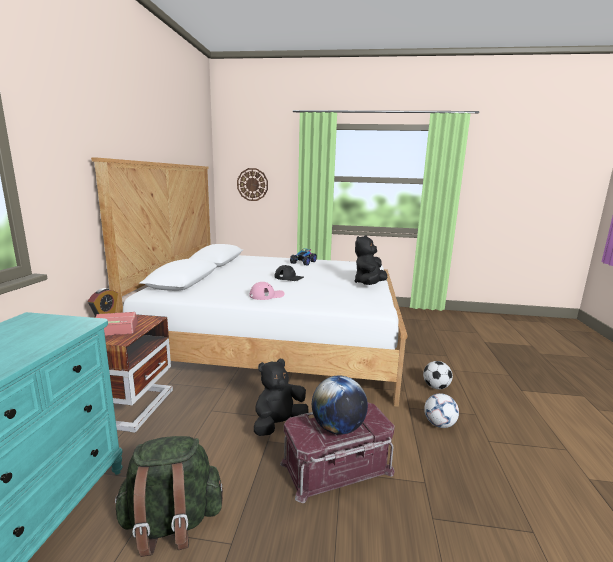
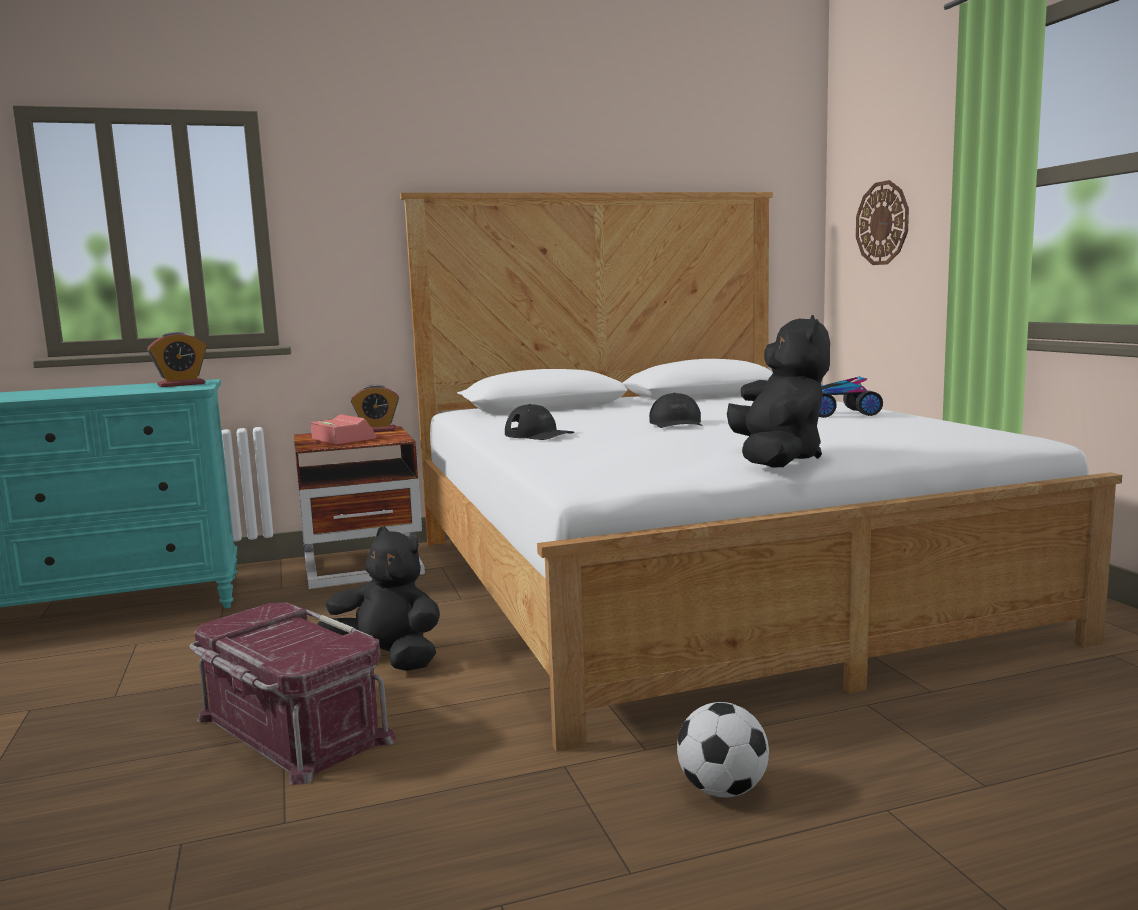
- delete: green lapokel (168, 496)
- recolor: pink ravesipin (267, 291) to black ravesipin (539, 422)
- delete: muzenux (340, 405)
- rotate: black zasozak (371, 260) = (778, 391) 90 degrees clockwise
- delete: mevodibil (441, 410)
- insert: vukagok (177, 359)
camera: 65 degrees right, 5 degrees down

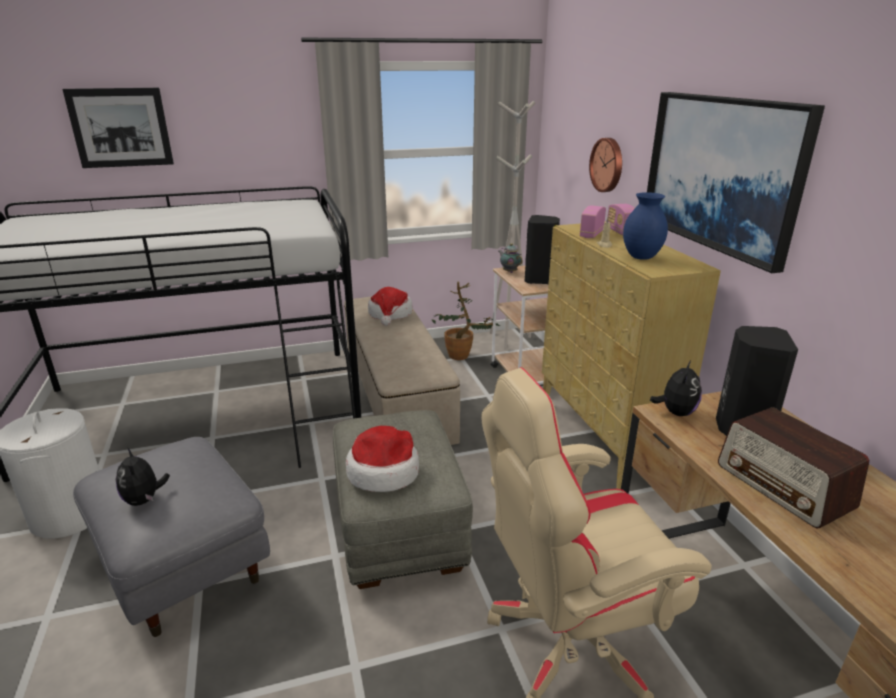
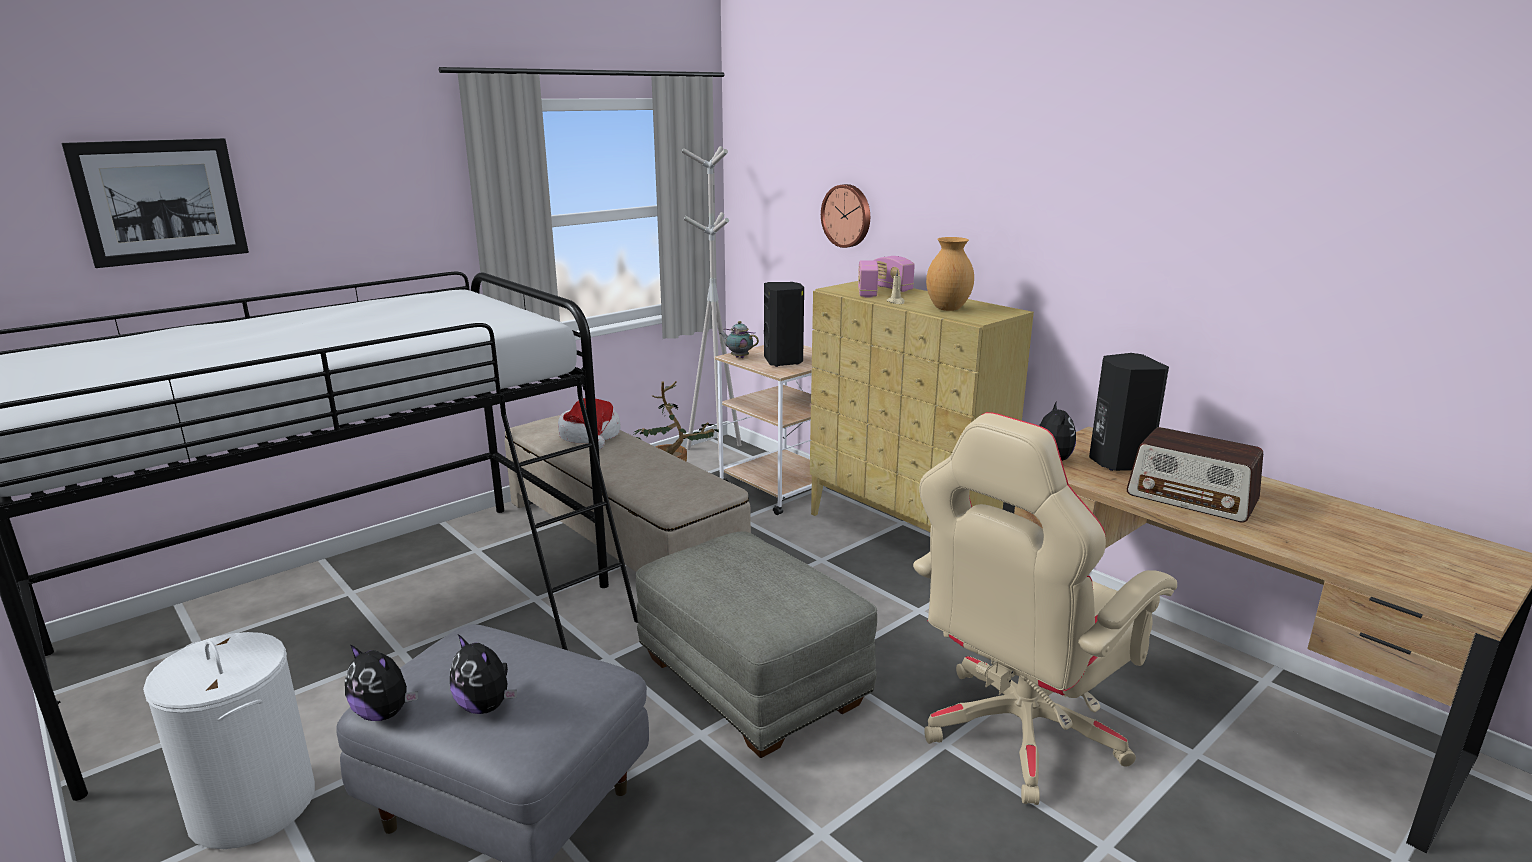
- delete: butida (382, 459)
- recolor: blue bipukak (645, 226) to brown bipukak (950, 274)
- delete: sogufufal (736, 182)
- insert: zasozak (381, 682)
camera: 25 degrees left, 5 degrees down

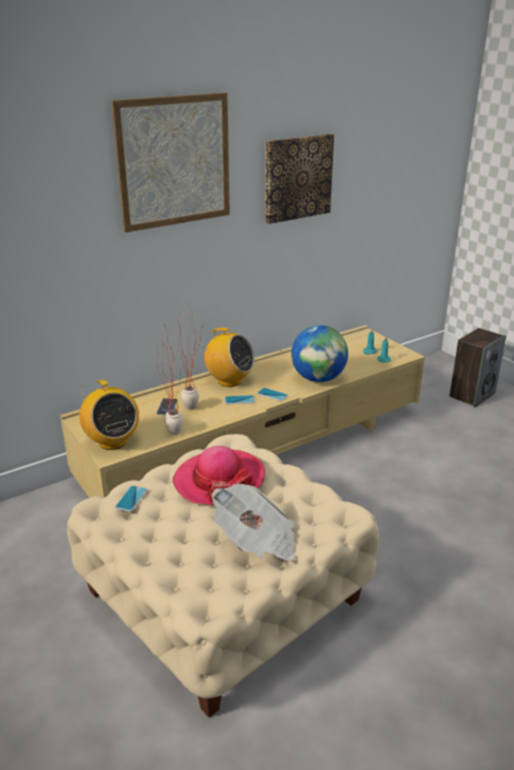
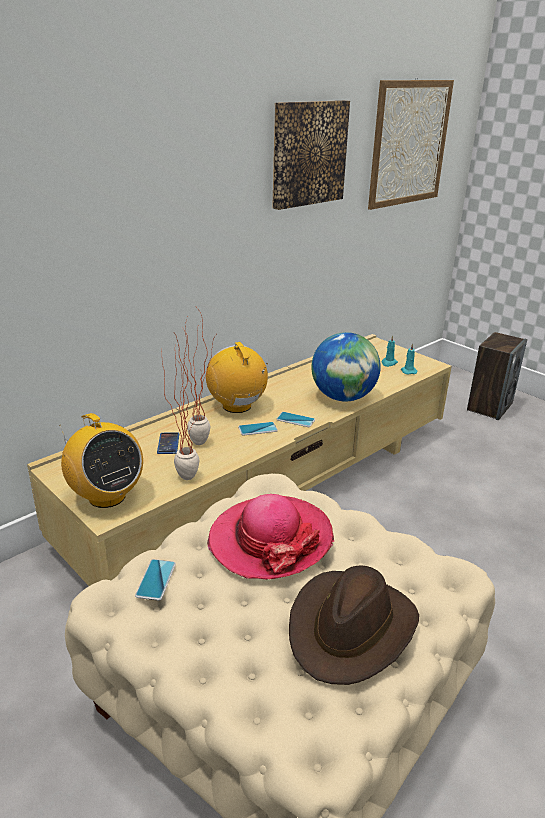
- move: sogufufal (170, 163) to (411, 143)
- rotate: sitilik (227, 357) = (237, 377) 135 degrees counterclockwise
- replace: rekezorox (253, 522) to brown butida (354, 625)
camera: 10 degrees left, 0 degrees up

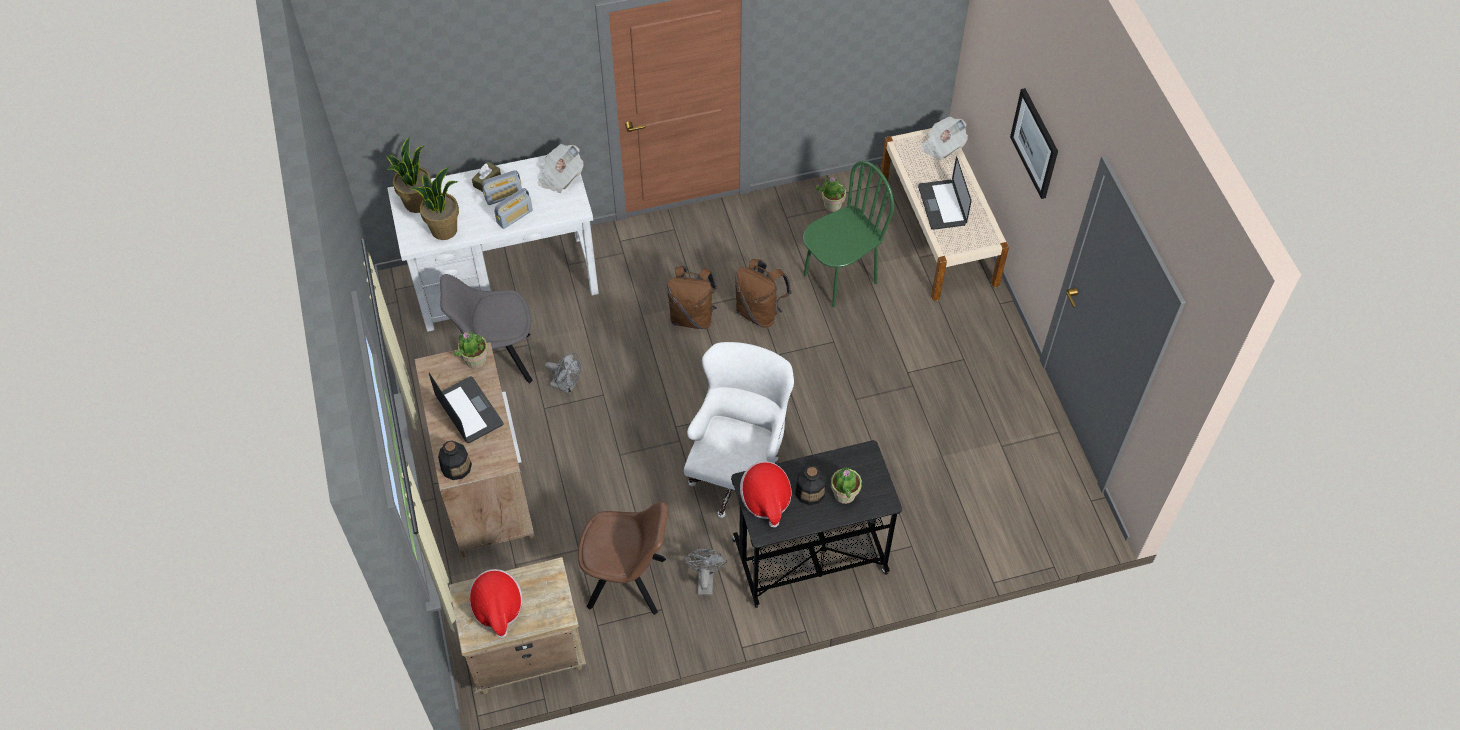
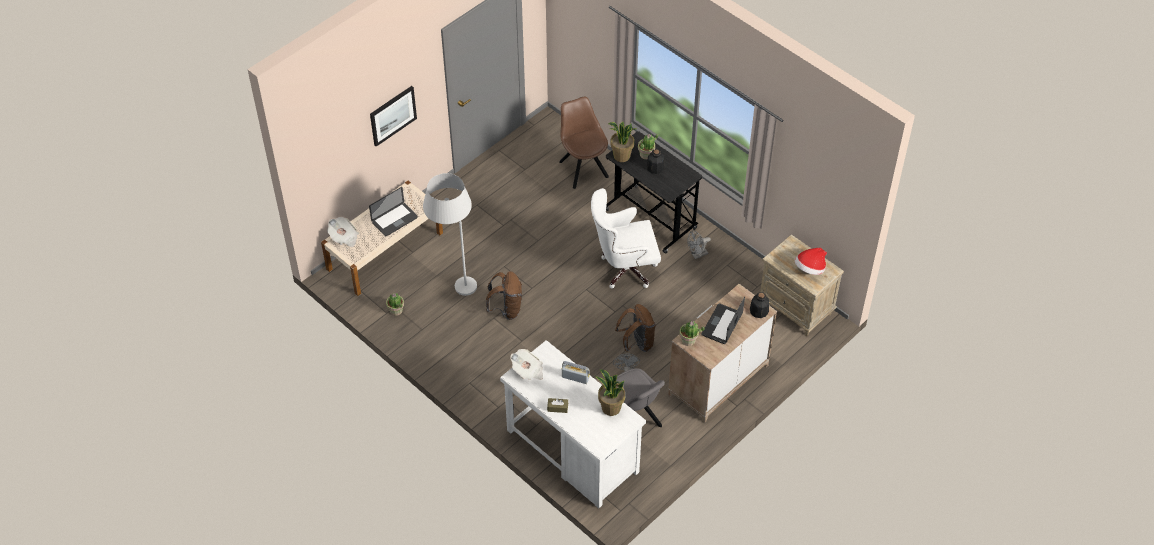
- move: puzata (409, 175) to (622, 142)
- delete: sitilik (502, 187)
- move: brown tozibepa (623, 558) to (584, 142)
- move: brown lapokel (692, 297) to (635, 328)
- delete: butida (765, 494)
- replace: green tozibepa (848, 234) to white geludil (450, 234)
camera: 120 degrees left, 5 degrees down

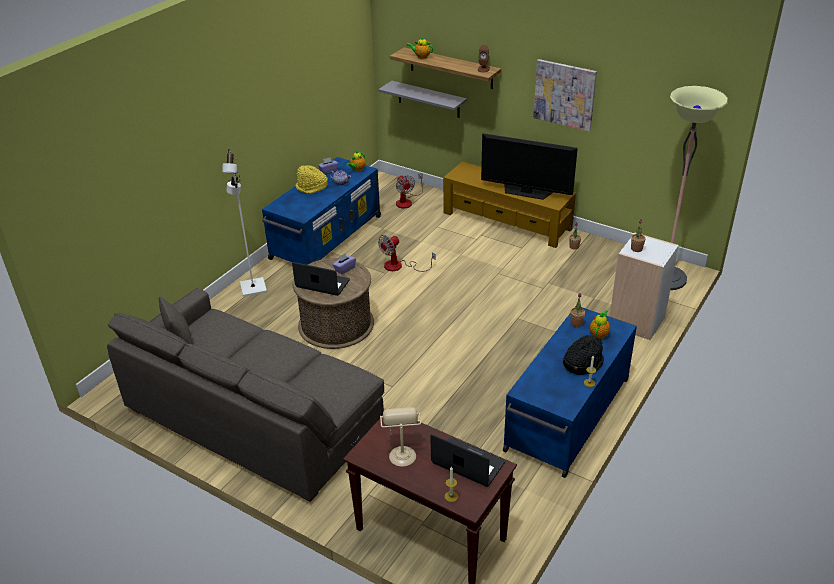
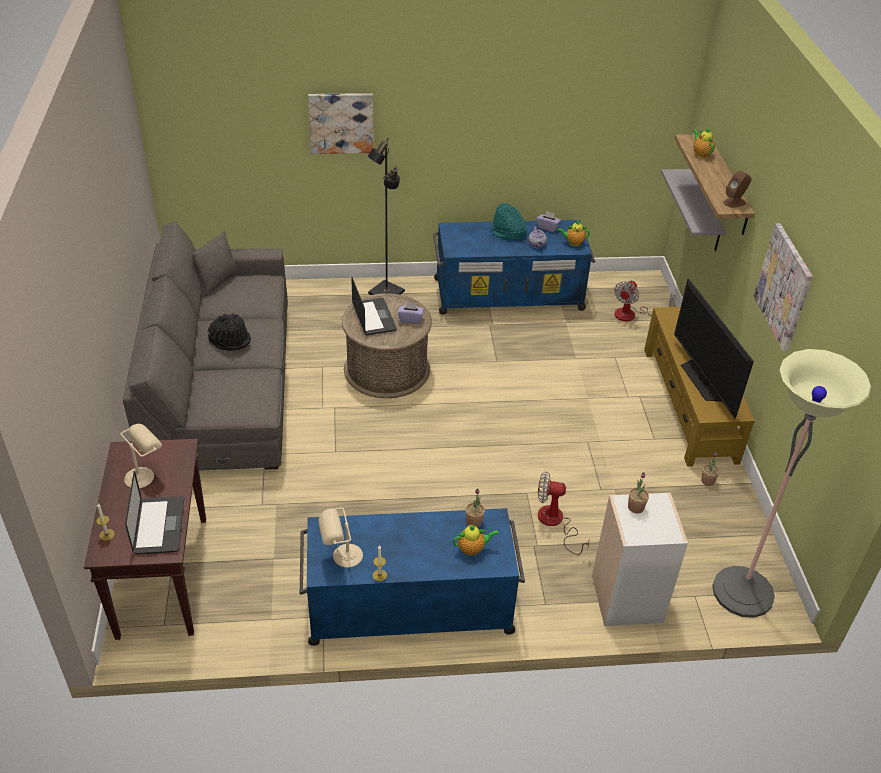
- recolor: white geludil (244, 223) to black geludil (386, 216)
- recolor: yellow butida (311, 179) to turquoise butida (508, 221)
- move: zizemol (406, 253) to (564, 513)
- move: black butida (583, 355) to (229, 332)
- insert: sogufufal (341, 123)
- insert: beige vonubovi (340, 537)
camera: 50 degrees right, 5 degrees up

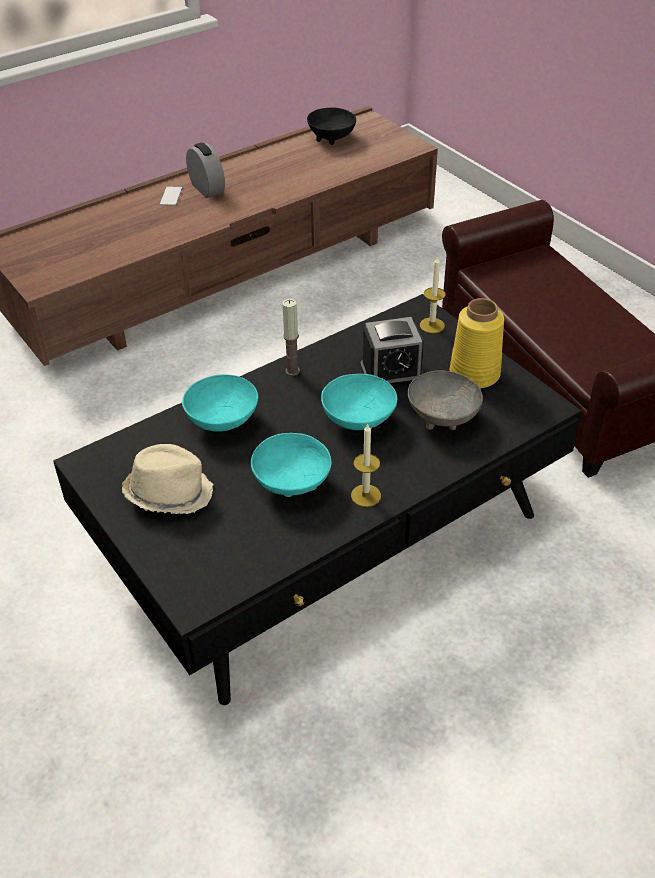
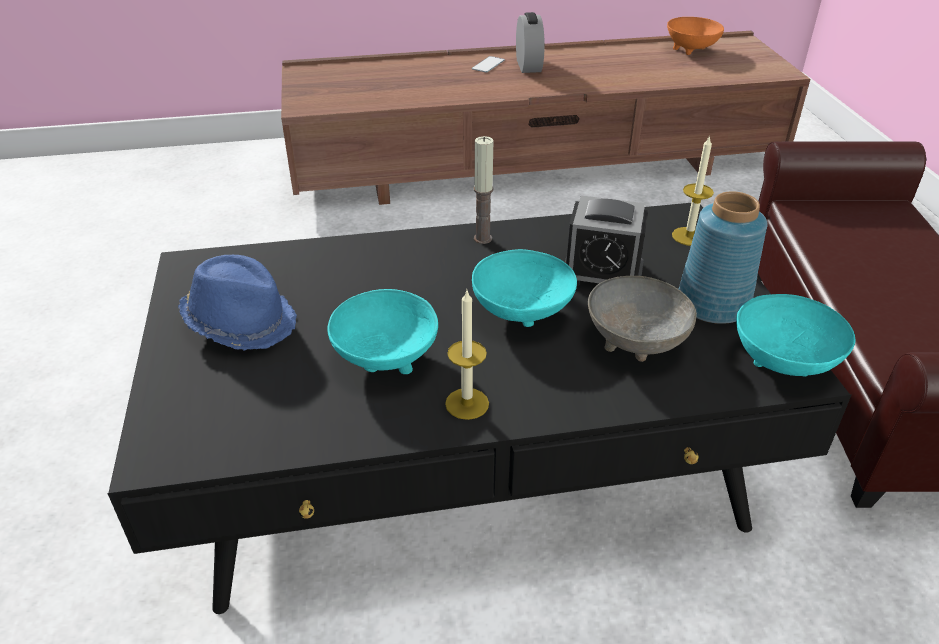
- recolor: beige butida (168, 479) to blue butida (237, 303)
- move: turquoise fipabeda (220, 403) to (795, 335)
- recolor: black fipabeda (331, 126) to orange fipabeda (695, 36)
- recolor: yellow bipukak (477, 343) to blue bipukak (723, 257)
camera: 25 degrees right, 5 degrees down

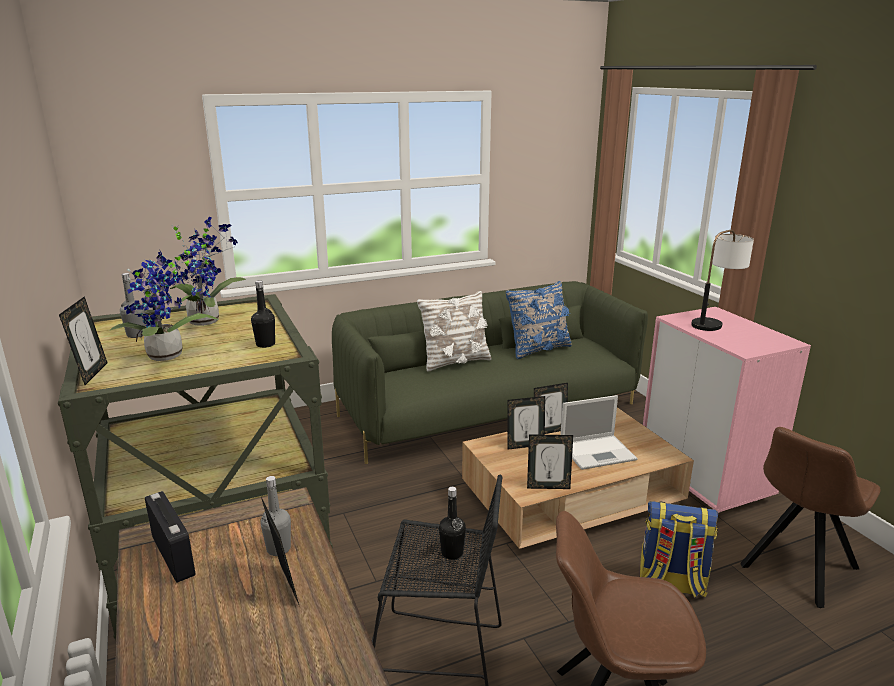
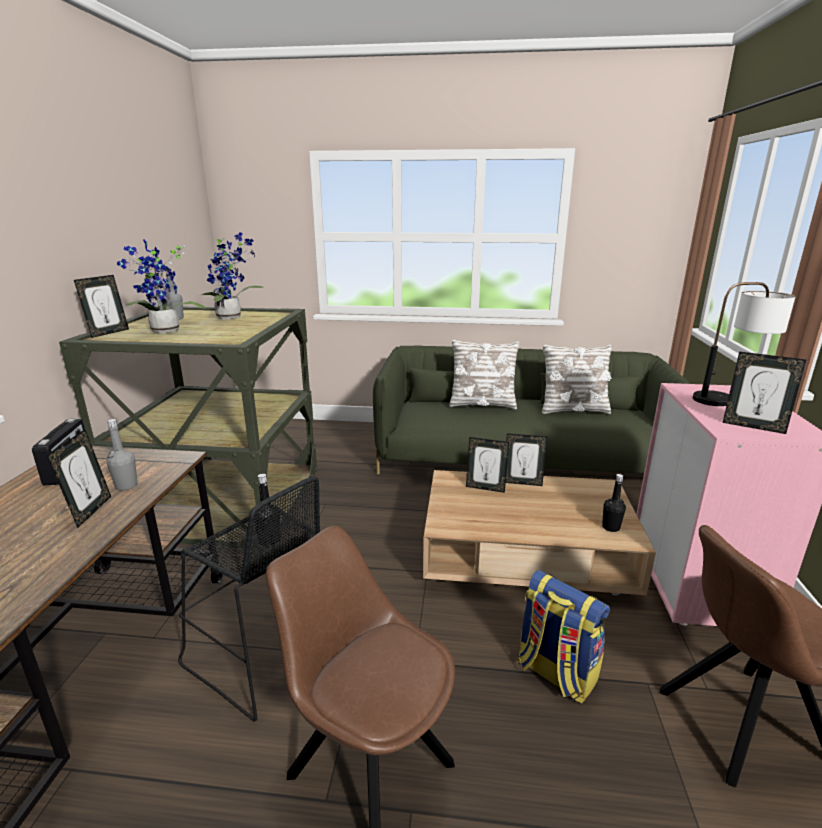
- move: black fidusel (263, 314) to (614, 503)
- recolor: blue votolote (539, 320) to white votolote (577, 379)
- move: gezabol (550, 461) to (764, 392)
- delete: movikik (599, 432)
camera: 30 degrees right, 0 degrees up

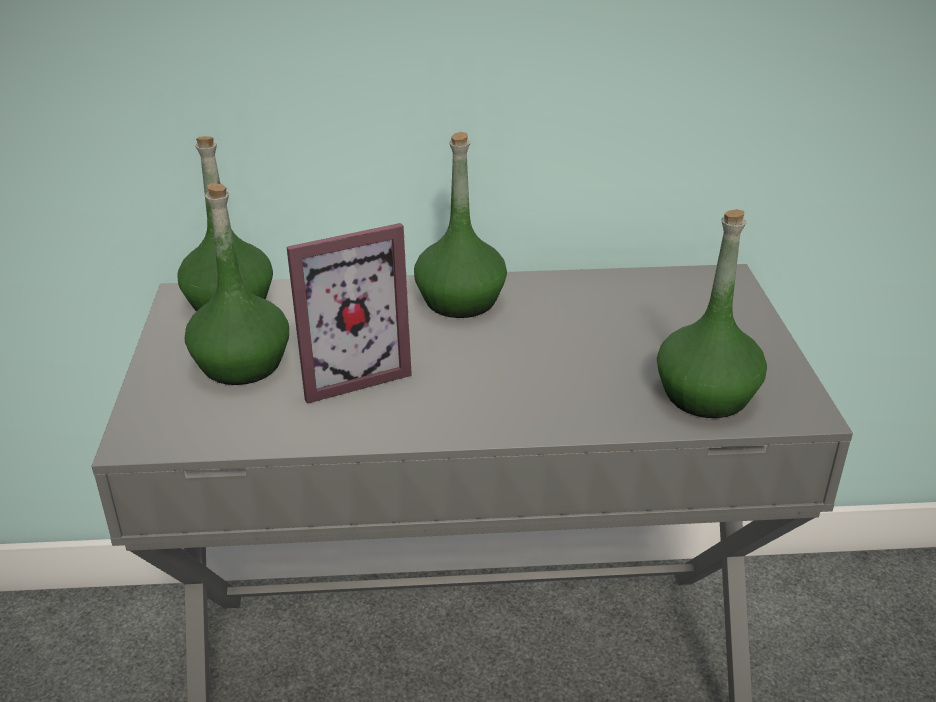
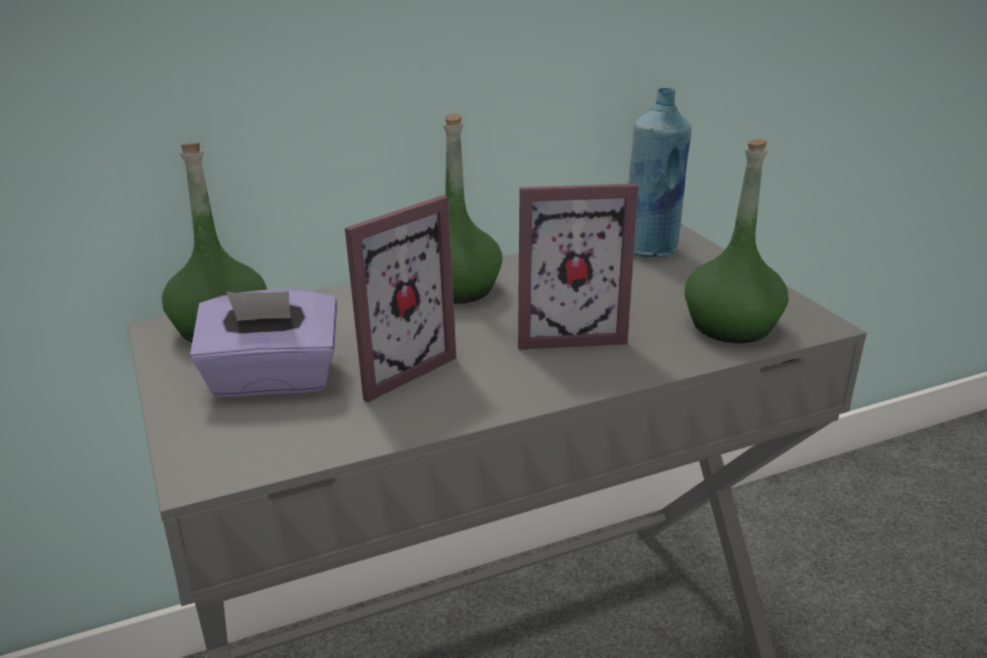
- replace: green fidusel (237, 284) to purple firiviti (263, 343)
- insert: gezabol (578, 266)
- insert: blue fidusel (660, 172)
camera: 20 degrees left, 5 degrees down

